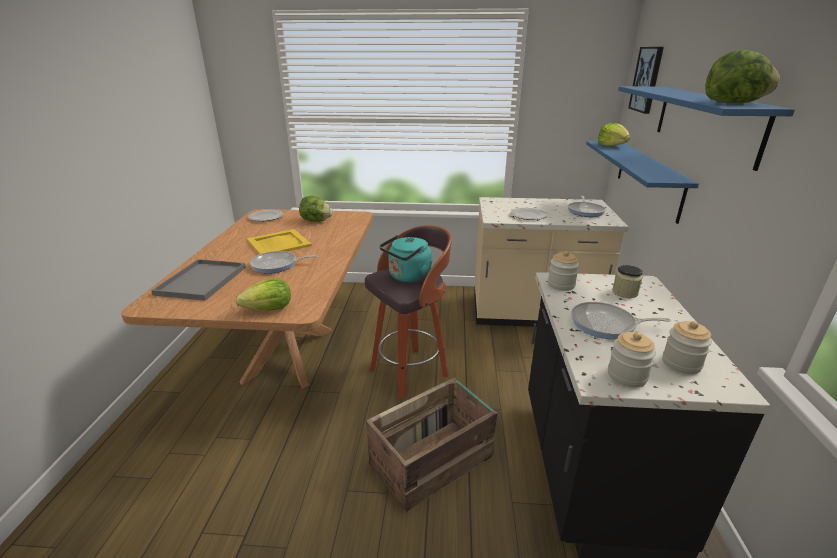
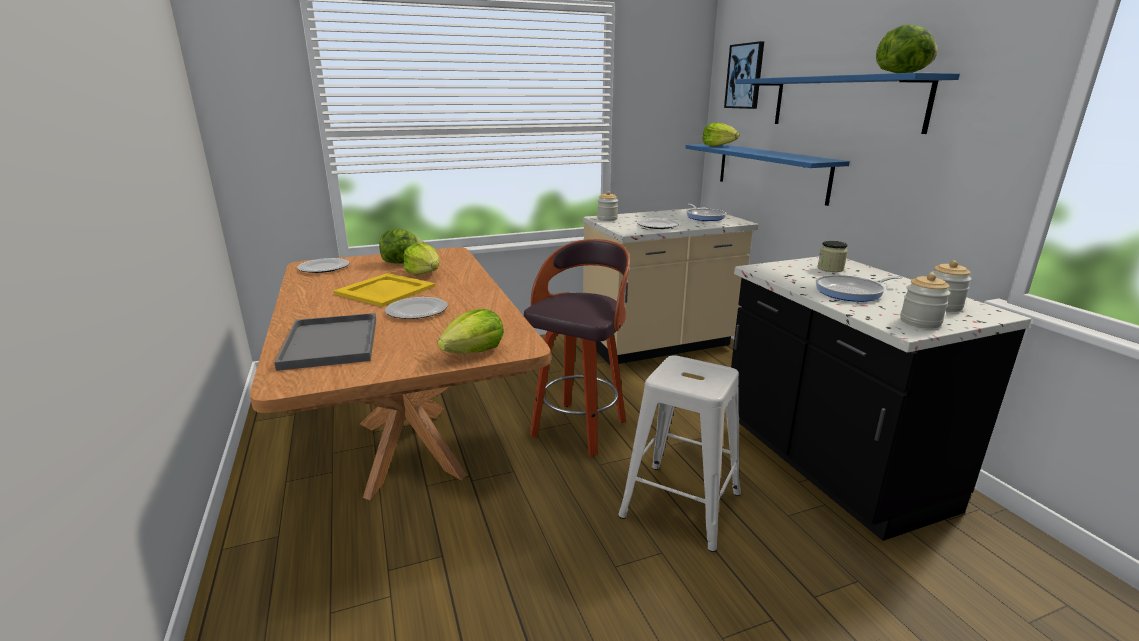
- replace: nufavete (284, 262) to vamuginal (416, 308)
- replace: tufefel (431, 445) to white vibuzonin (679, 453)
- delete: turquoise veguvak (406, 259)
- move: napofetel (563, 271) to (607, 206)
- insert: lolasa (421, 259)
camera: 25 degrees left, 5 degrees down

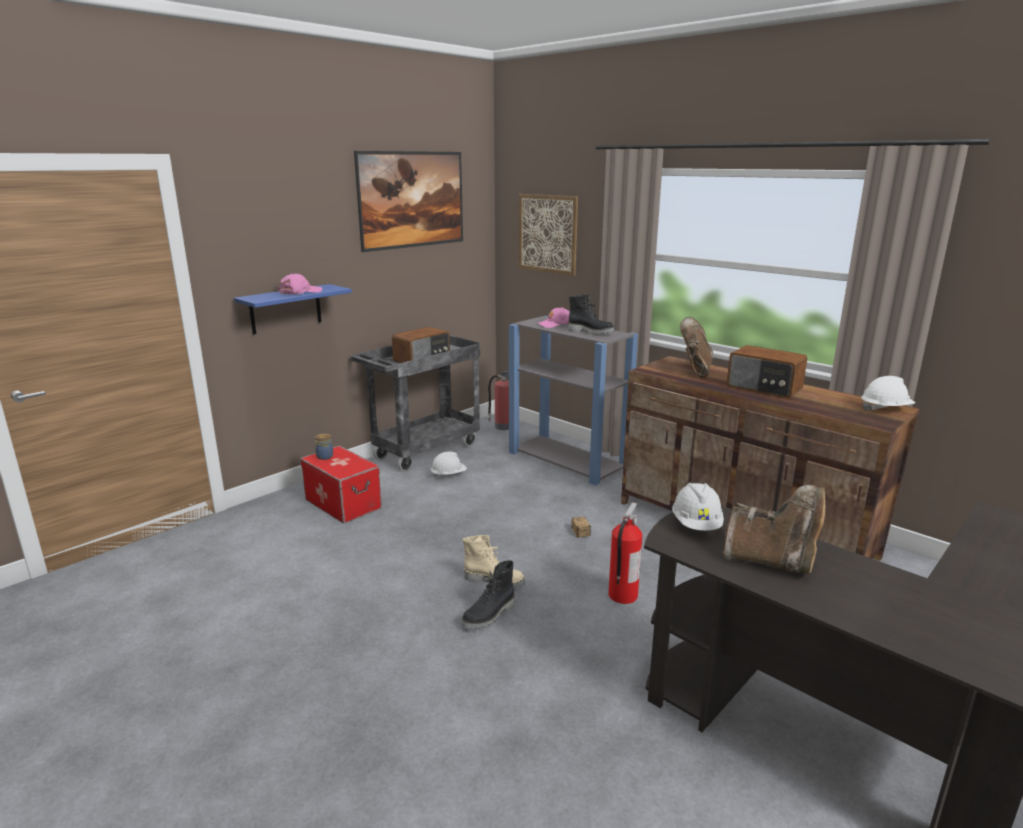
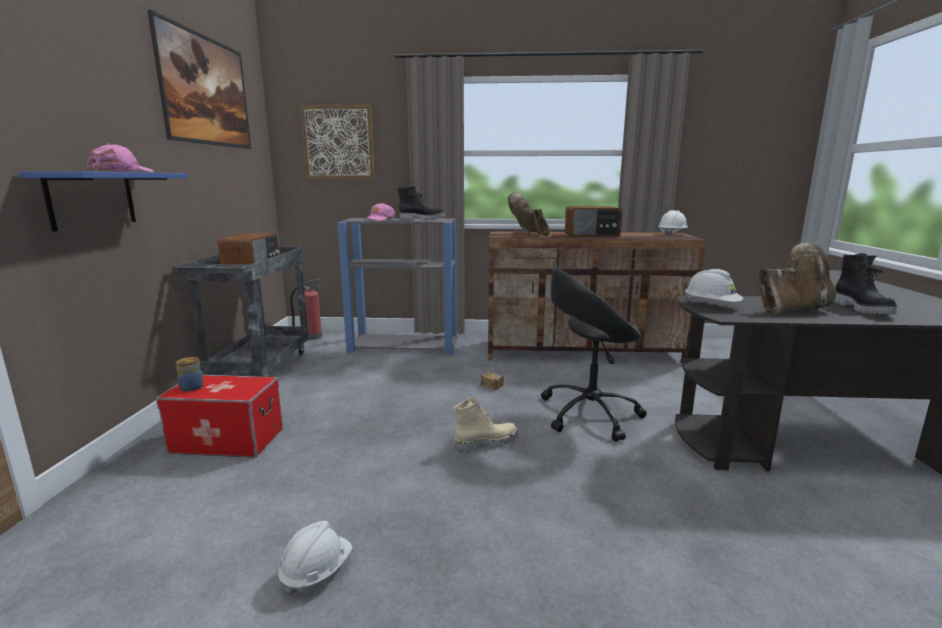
- move: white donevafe (448, 465) to (315, 559)
- move: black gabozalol (488, 595) to (865, 283)
- replace: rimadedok (625, 553) to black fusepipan (594, 354)
camera: 40 degrees left, 5 degrees down

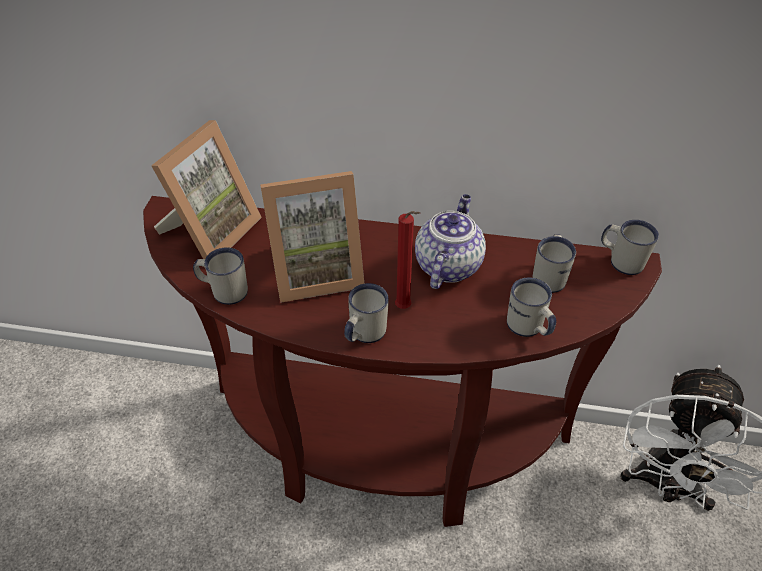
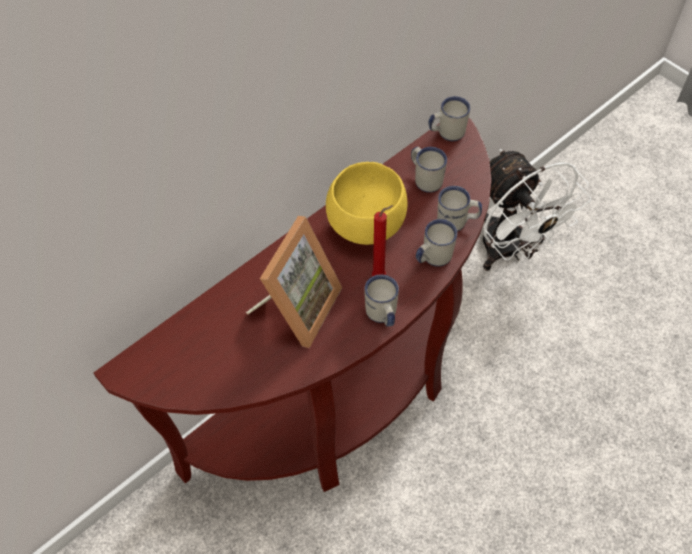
- delete: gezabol (206, 189)
- move: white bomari (220, 276) to (436, 243)
- replace: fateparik (450, 241) to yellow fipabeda (366, 203)
camera: 50 degrees left, 10 degrees up

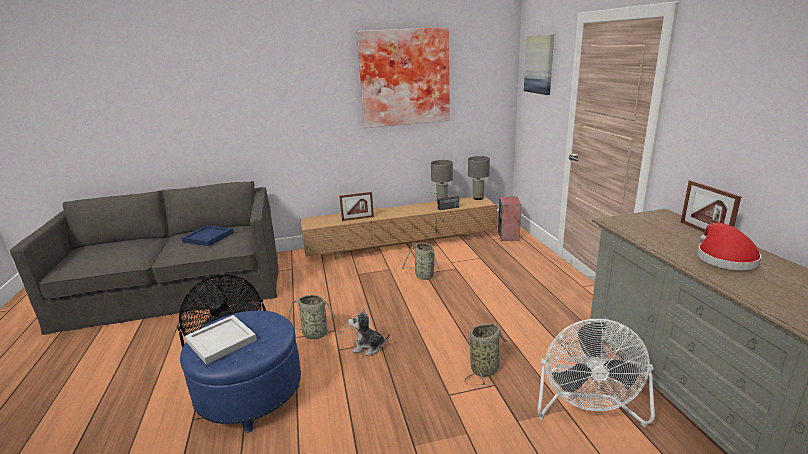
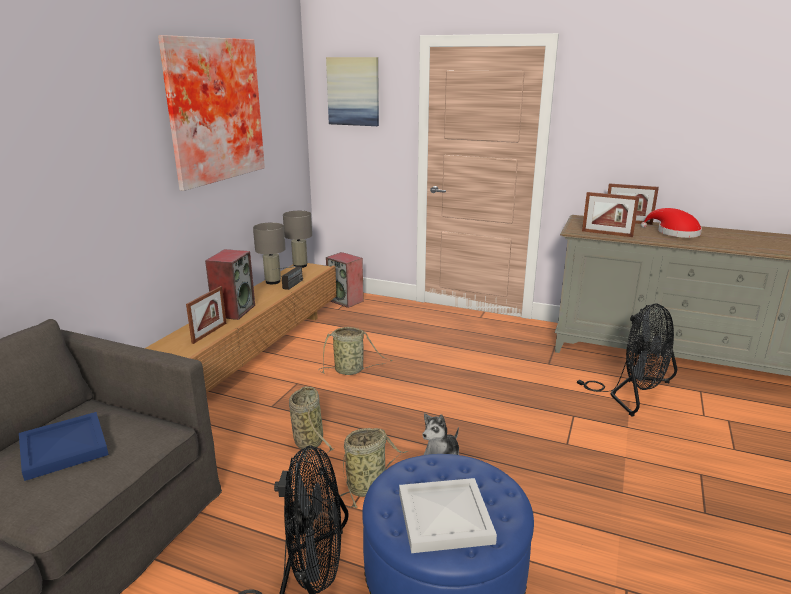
- move: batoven (487, 354) to (311, 424)
- recolor: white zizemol (596, 373) to black zizemol (626, 360)
- insert: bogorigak (230, 284)
- insert: gezabol (610, 214)
camera: 55 degrees left, 0 degrees up

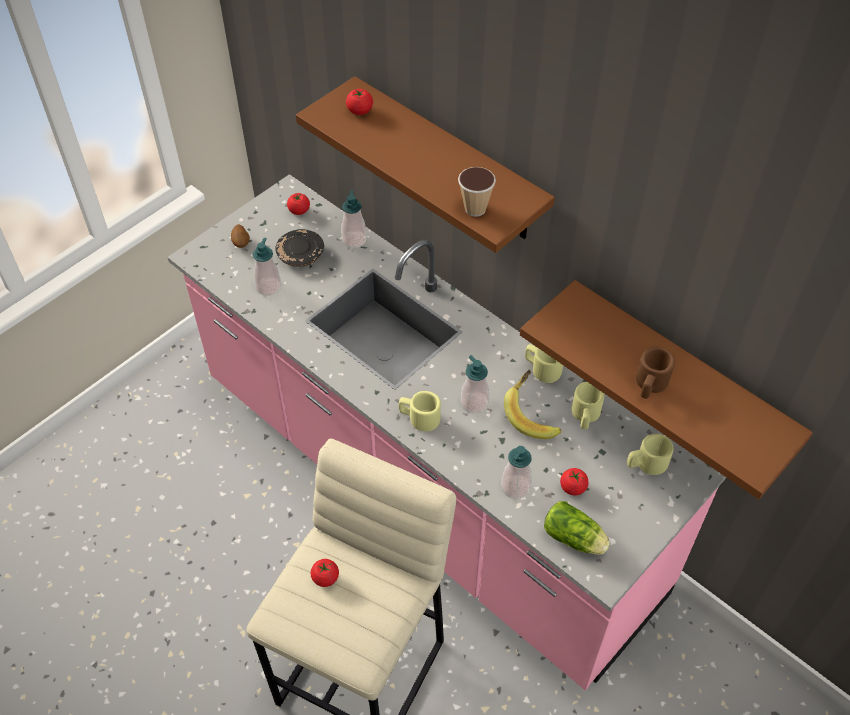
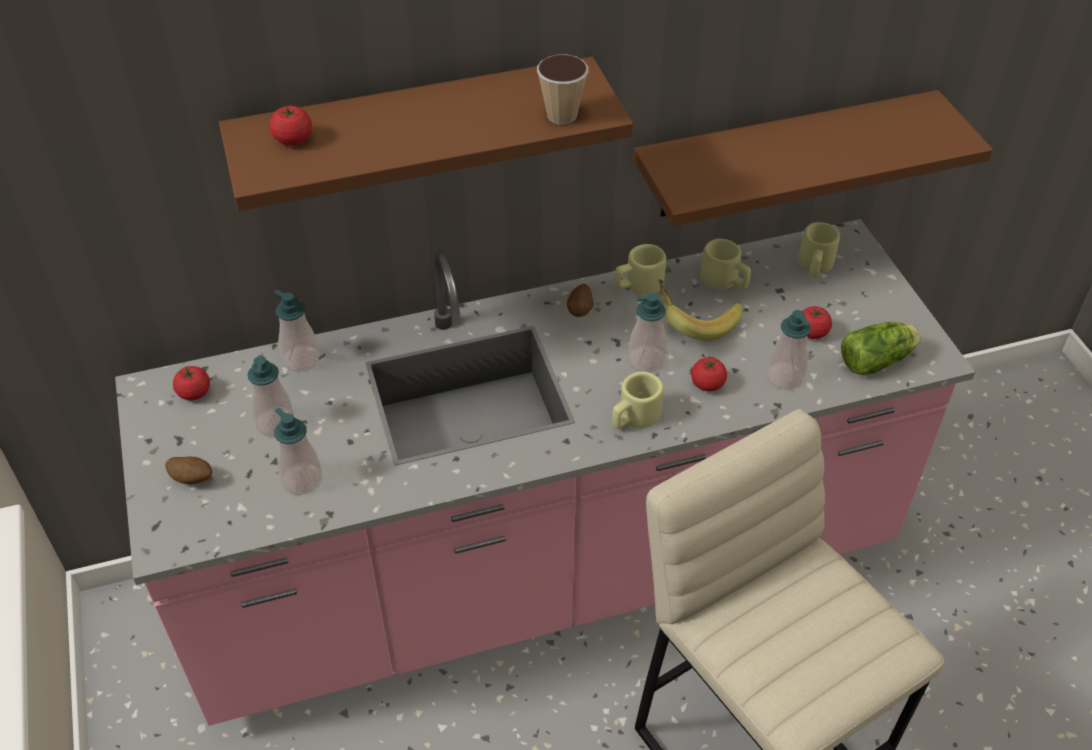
- replace: black vamuginal (299, 248) to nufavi (270, 396)
- move: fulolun (325, 573) to (709, 374)
- delete: brown bomari (655, 373)
- insert: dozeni (580, 300)
camera: 60 degrees left, 5 degrees down

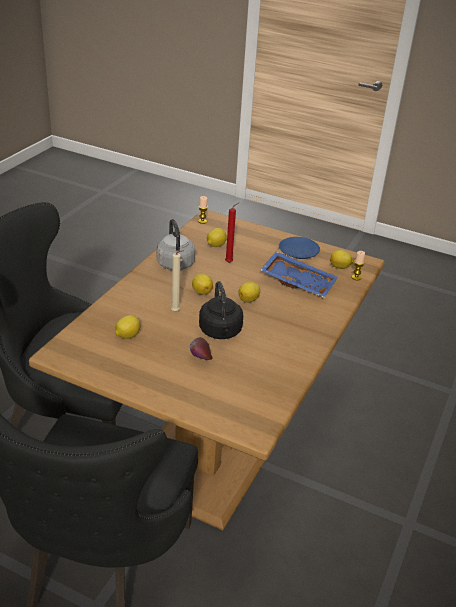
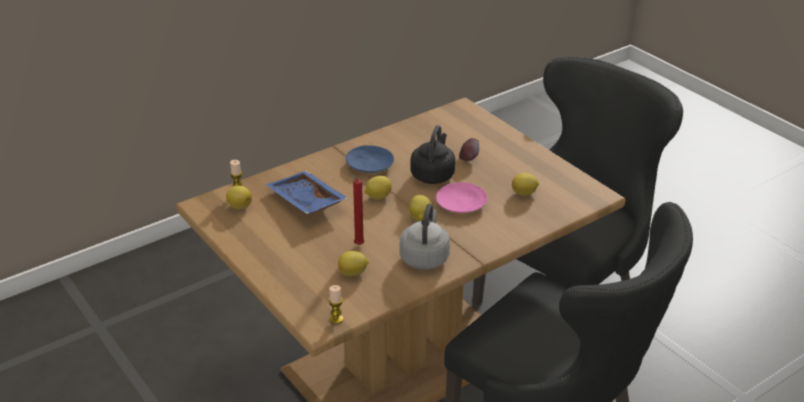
- replace: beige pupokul (177, 281) to pink vamuginal (462, 198)
- move: blue vamuginal (299, 248) to (370, 159)
camera: 150 degrees left, 0 degrees up

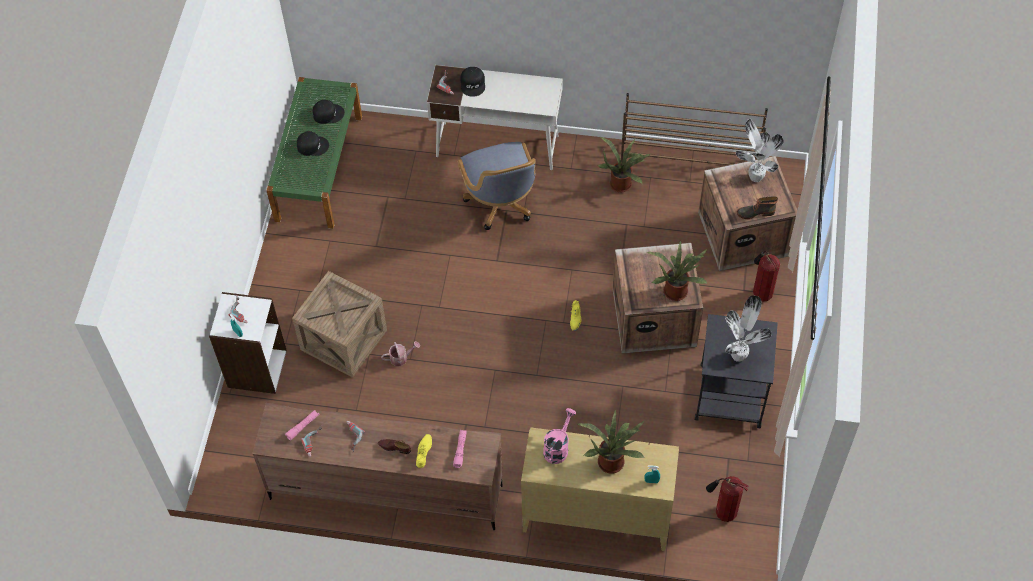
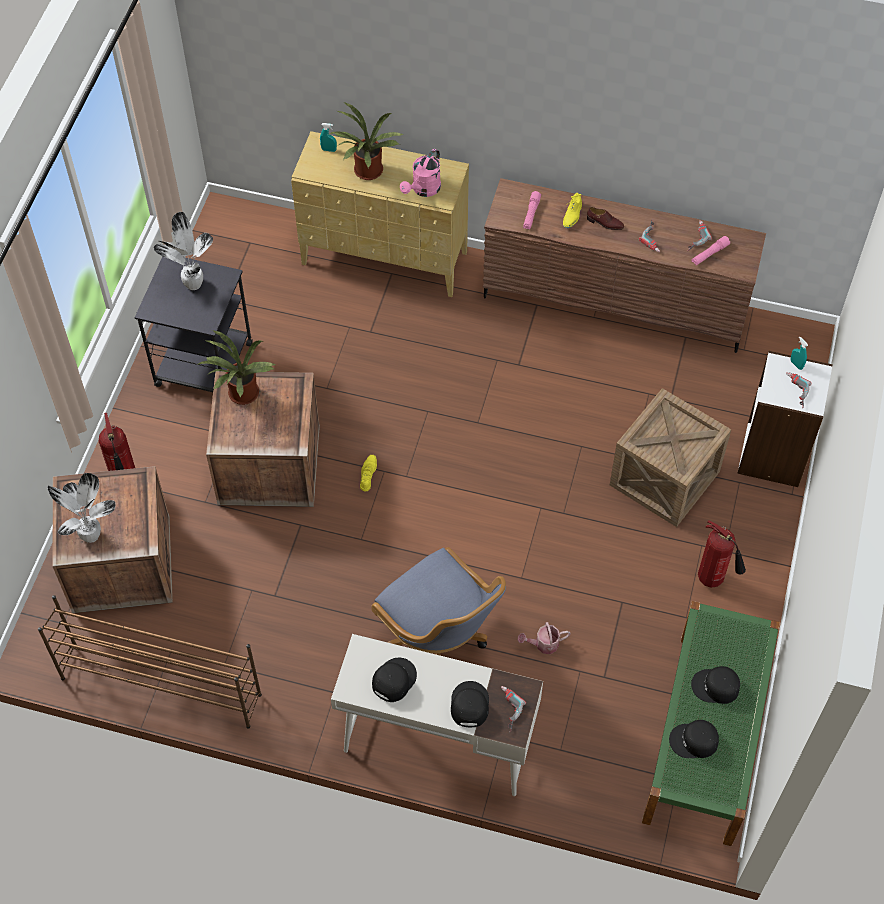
- move: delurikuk (400, 353) to (544, 638)
- rotate: blue fusepipan (497, 186) = (438, 601) 150 degrees clockwise
- delete: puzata (625, 164)
- move: rimadedok (727, 499) to (722, 554)
- delete: gabozalol (757, 207)
- insert: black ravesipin (394, 680)
camera: 175 degrees left, 0 degrees up

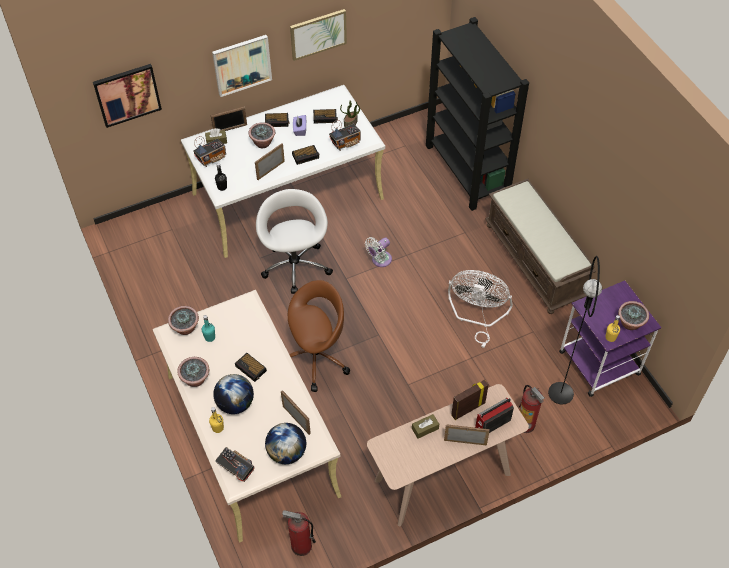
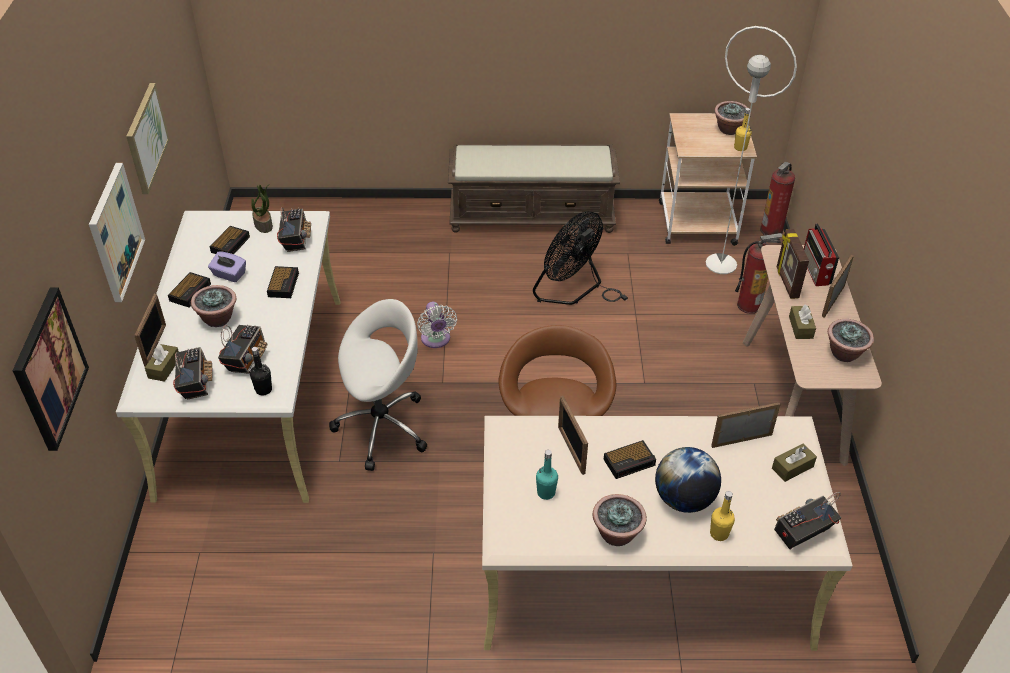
- move: puzata (183, 320) to (851, 340)
- move: gezabol (270, 162) to (573, 435)
- rotate: white fusepipan (294, 241) = (378, 385) 150 degrees clockwise
- replace: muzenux (285, 443) to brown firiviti (794, 463)
- move: rimadedok (299, 533) to (777, 198)
- delete: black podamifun (477, 114)
- recolor: white zizemol (480, 309) to black zizemol (580, 258)
- recolor: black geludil (575, 330) to white geludil (751, 150)
- recolor: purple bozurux (610, 339) to beige bozurux (708, 179)
- insert: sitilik (243, 349)
camera: 65 degrees left, 10 degrees down

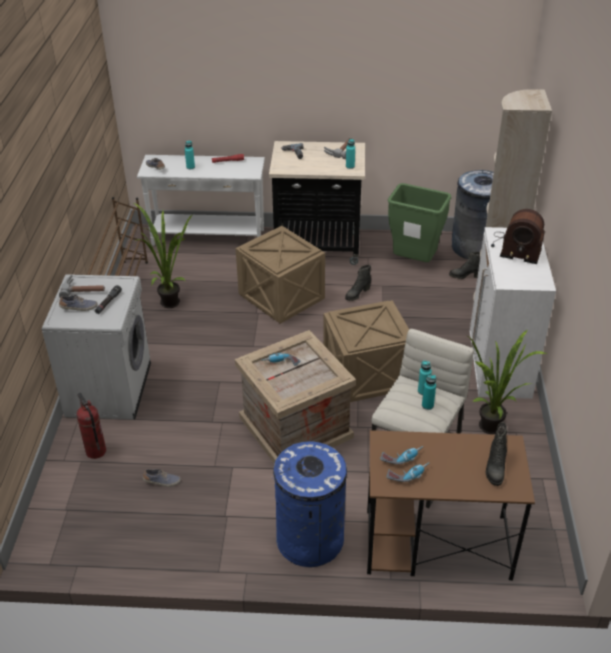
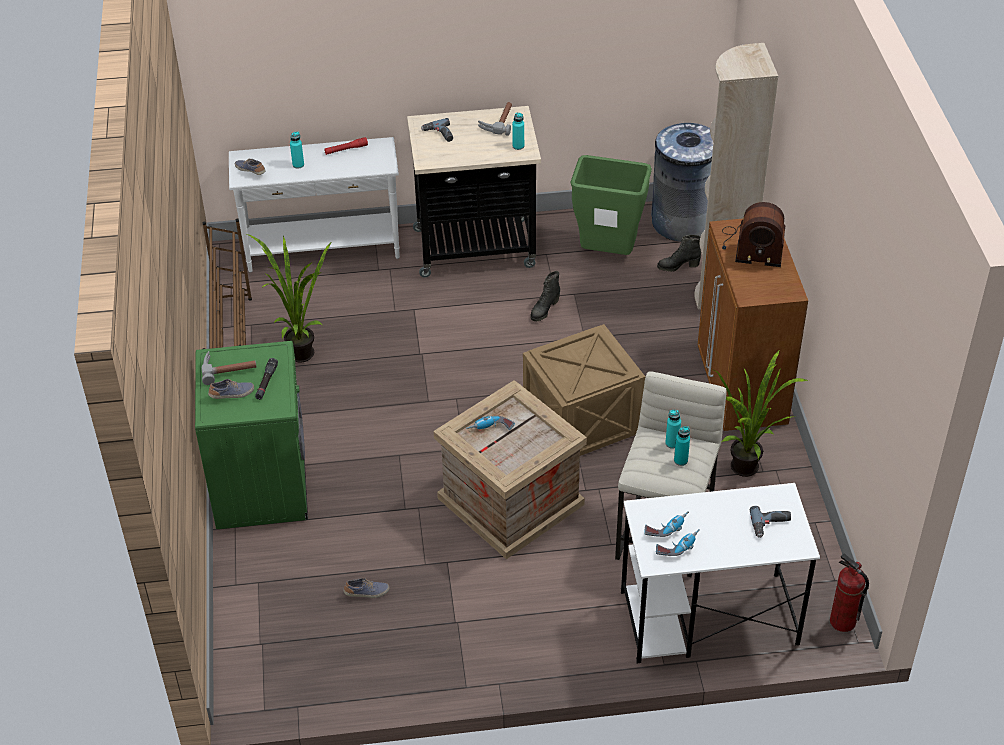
- recolor: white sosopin (96, 347) to green sosopin (251, 435)
- move: rimadedok (91, 426) to (849, 592)
- delete: tufefel (280, 275)
- delete: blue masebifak (309, 504)
- recolor: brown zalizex (451, 505) to white zalizex (720, 573)
- recolor: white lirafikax (513, 313) to brown lirafikax (753, 324)
- replace: black gabozalol (496, 454) to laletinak (770, 522)
camera: 10 degrees left, 5 degrees up

